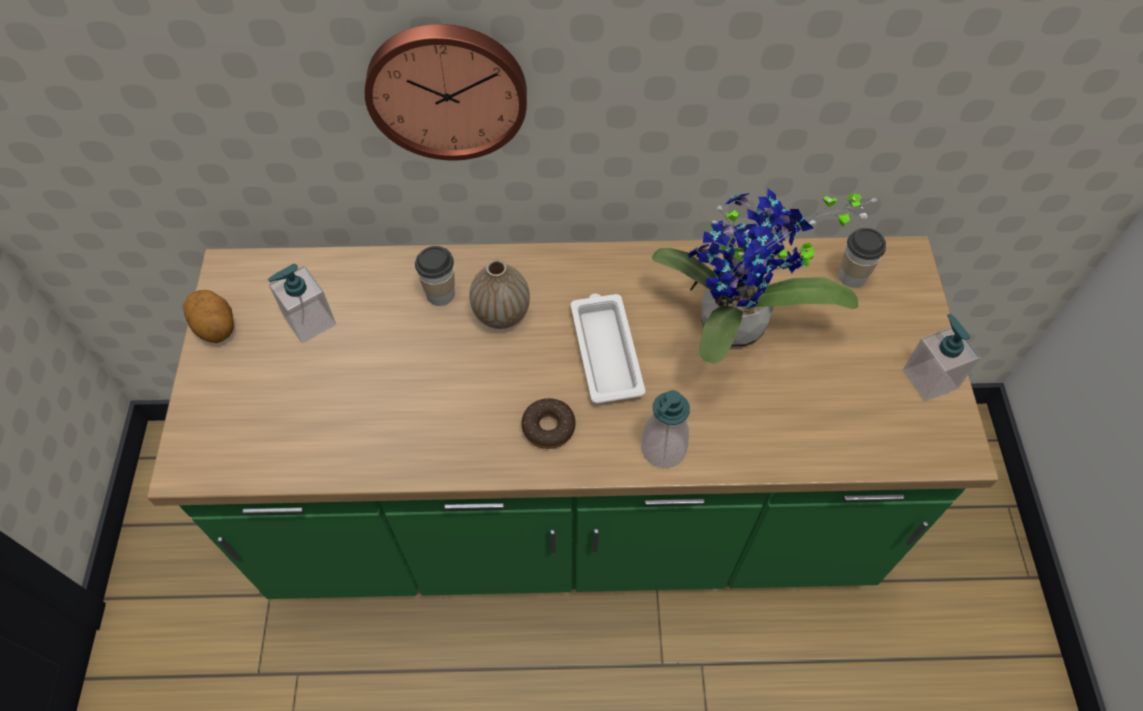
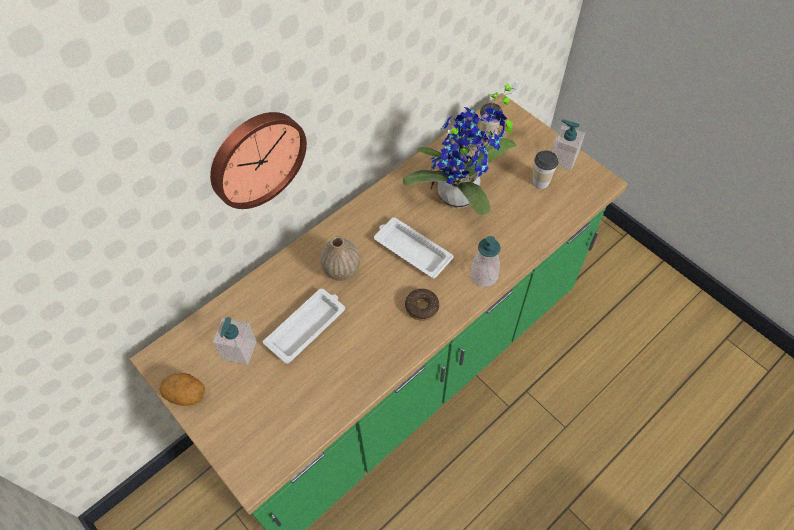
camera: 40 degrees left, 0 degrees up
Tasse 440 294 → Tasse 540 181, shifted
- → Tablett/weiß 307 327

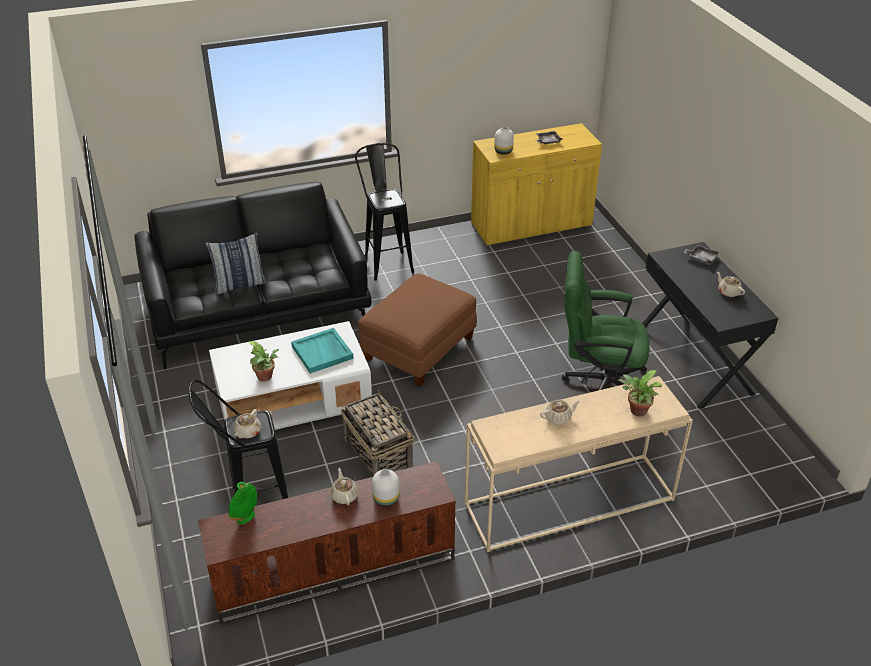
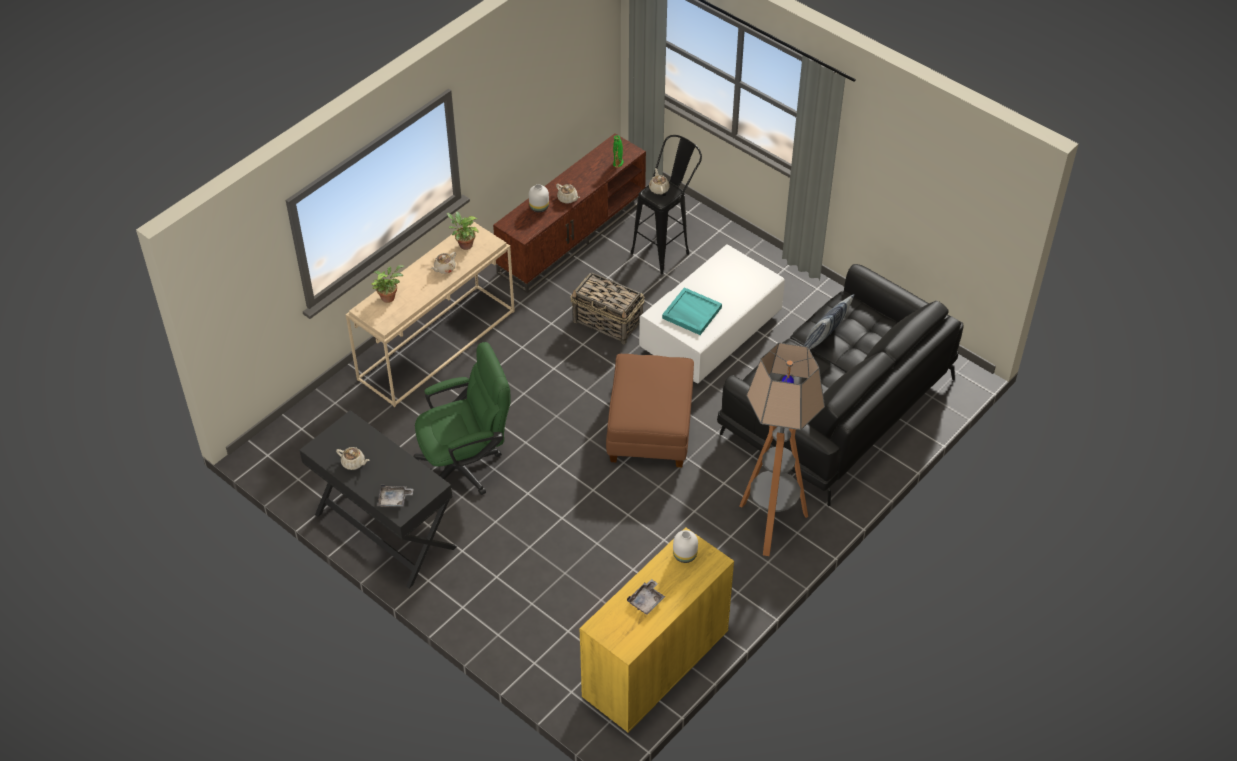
camera: 150 degrees right, 10 degrees up
Topfpflanze 266 377 → Topfpflanze 464 245, shifted
Hocker/schwarz 386 261 → Stehlampe 771 524

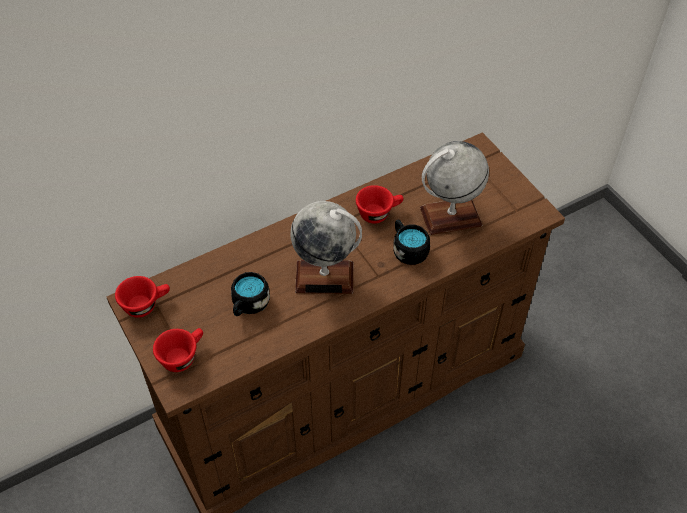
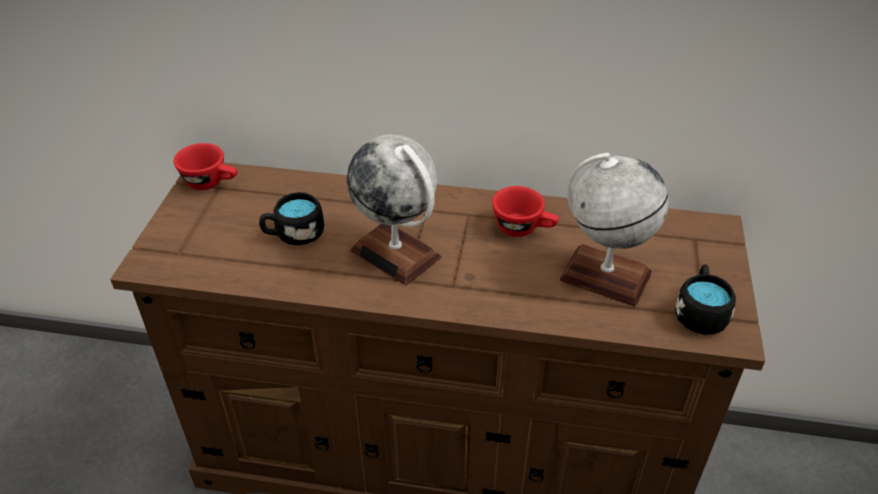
camera: 40 degrees right, 10 degrees down
Tasse/rot 182 356 → -
Henkelbecher/schwarz 408 249 → Henkelbecher/schwarz 700 312, shifted

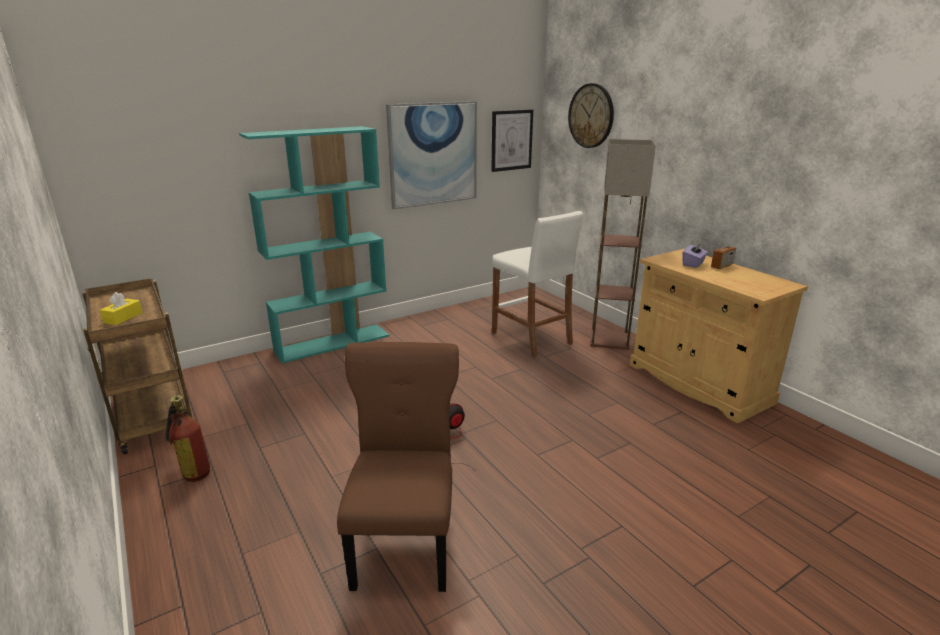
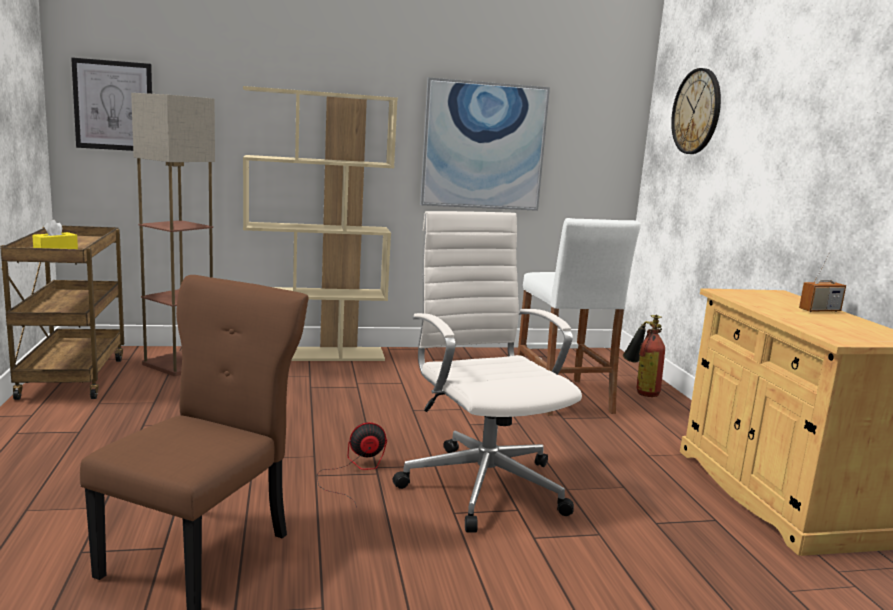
camera: 20 degrees right, 10 degrees down
Feuerlöscher 192 470 → Feuerlöscher 640 390, shifted
Bücherregal/türkis 333 343 → Bücherregal/beige 315 354
Bild 511 140 → Bild 114 105, shifted
Stehlampe 610 339 → Stehlampe 180 364, shifted
Taschentuchbox/lila 693 264 → -
- → Bürostuhl/weiß 482 483

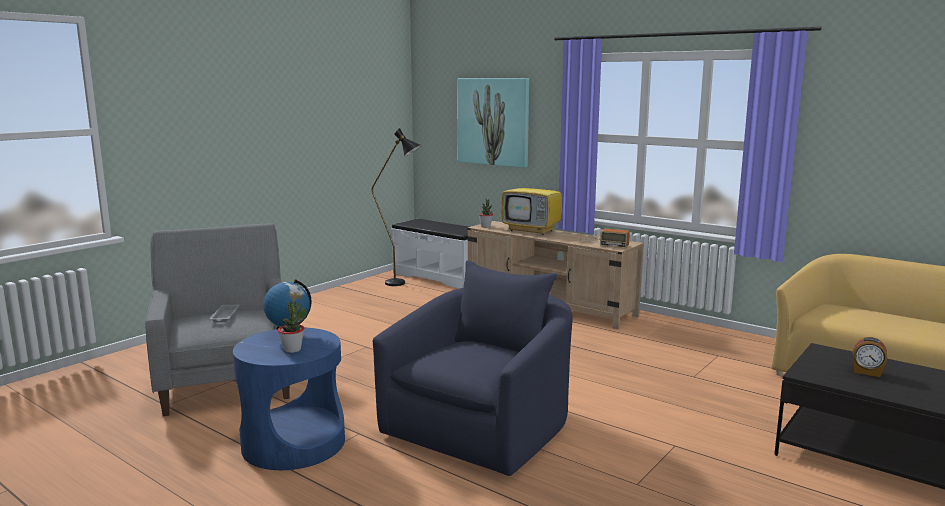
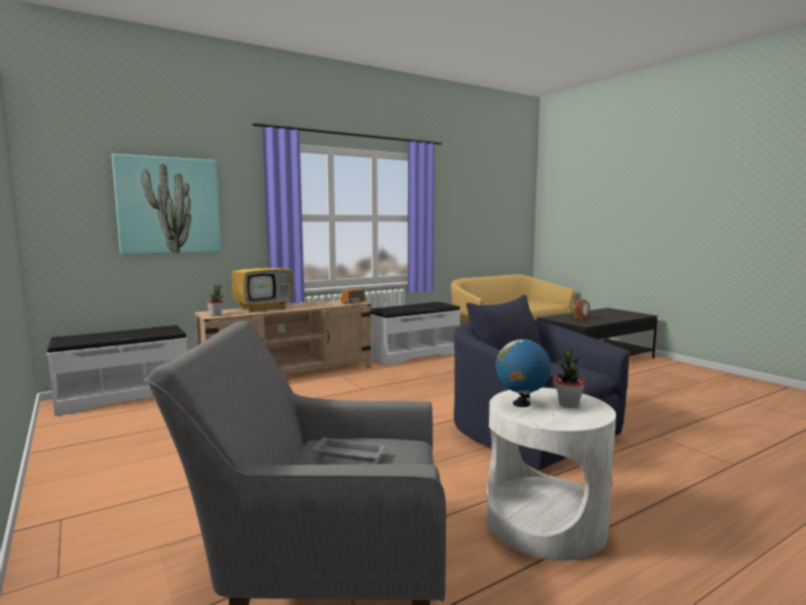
camera: 70 degrees left, 5 degrees down
Beistelltisch/blau 294 443 → Beistelltisch/weiß 545 522
Stehlampe/schwarz 402 284 → -
- → Bank/weiß 413 354

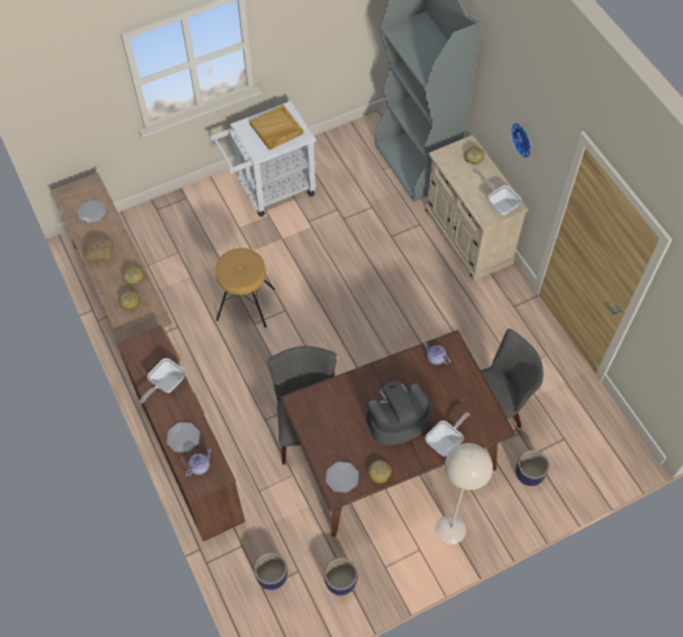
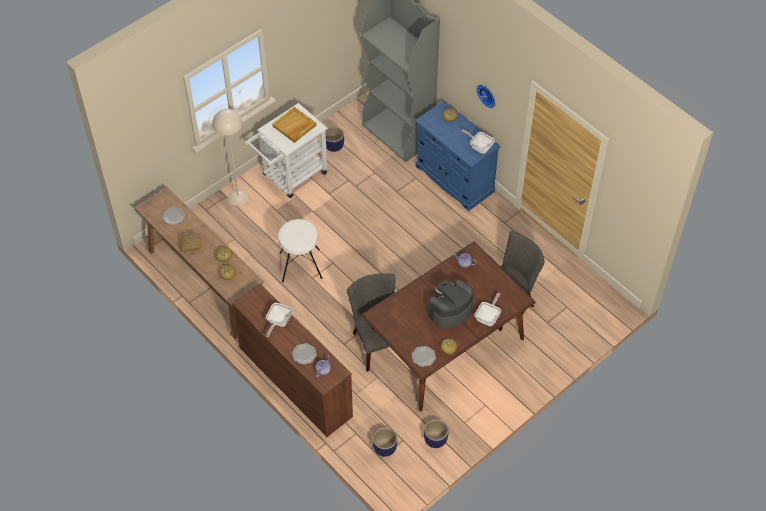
camera: 15 degrees left, 5 degrees down
Hocker/braun 245 304 → Hocker/weiß 300 265
Schrank/beige 467 236 → Schrank/blau 454 179
Stehlampe/beige 450 529 → Stehlampe/beige 238 197, shifted
Pflanzkübel 528 474 → Pflanzkübel 333 146, shifted

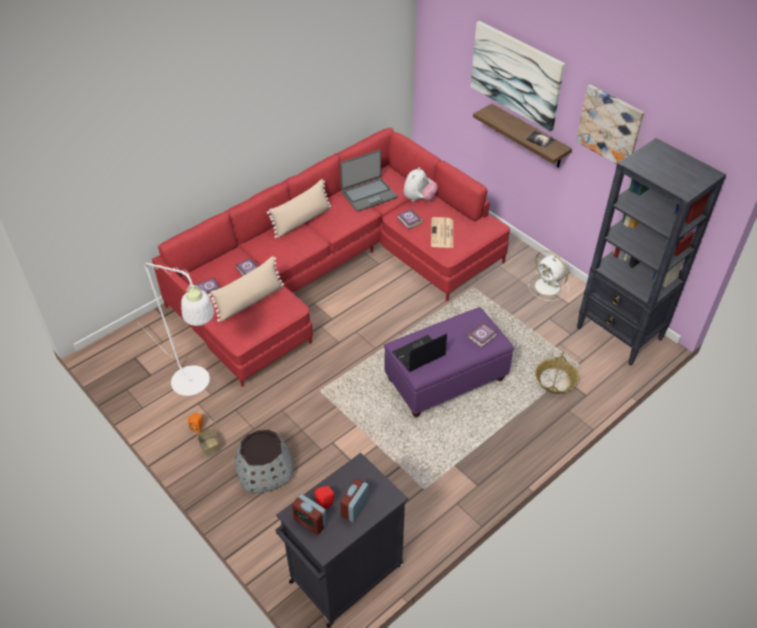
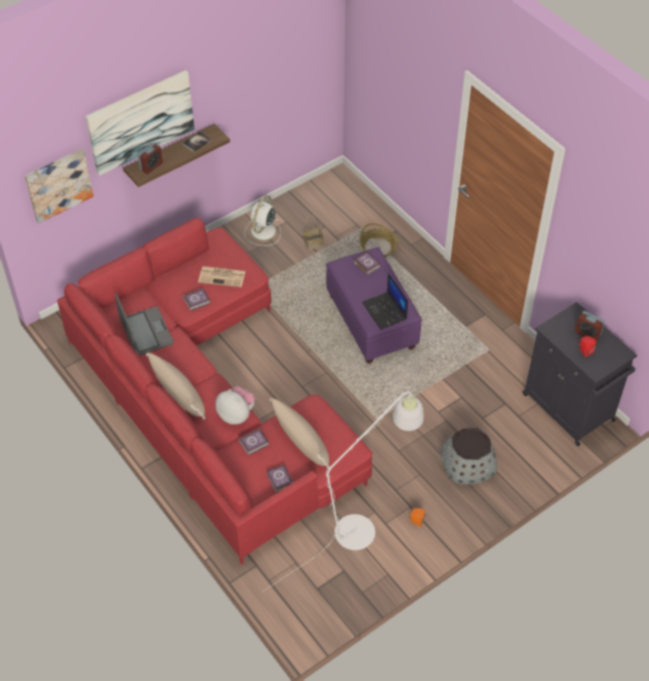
camera: 85 degrees left, 5 degrees up
Korb 211 448 → Korb 314 243, shifted
Wecker 310 522 → Wecker 151 166, shifted
Plüschtier 419 199 → Plüschtier 236 414, shifted
Ventilator/weiß 548 287 → Ventilator/weiß 262 232, 150 degrees clockwise
Bild 610 126 → Bild 58 185, shifted
Bücherregal/schwarz 619 334 → -

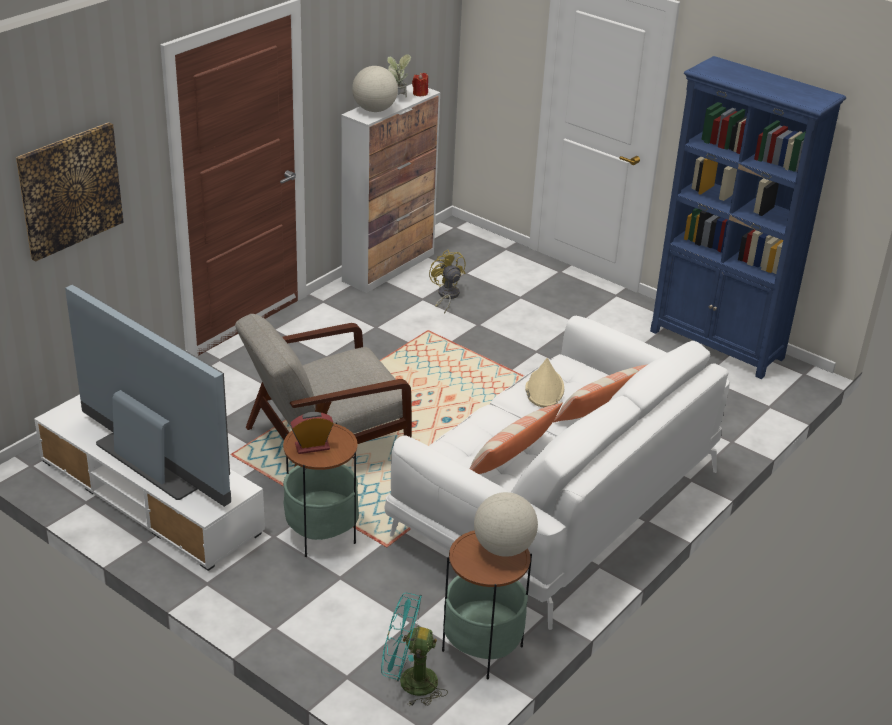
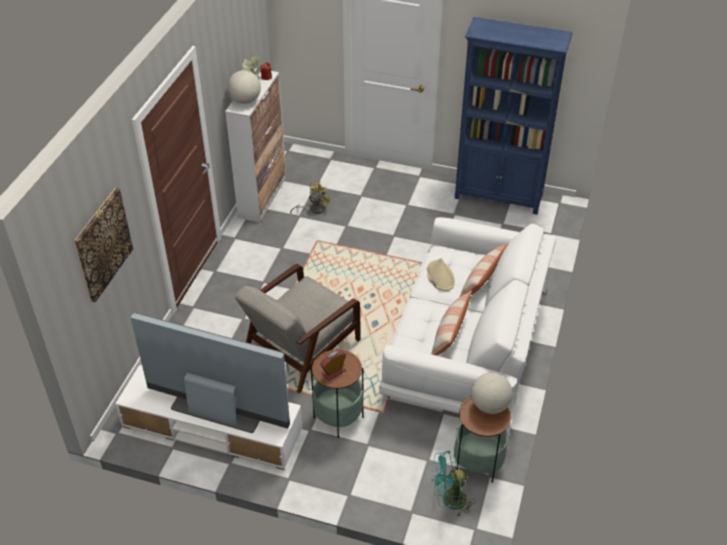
camera: 20 degrees left, 10 degrees up
Ventilator/gelb 446 296 → Ventilator/gelb 313 209, 90 degrees clockwise

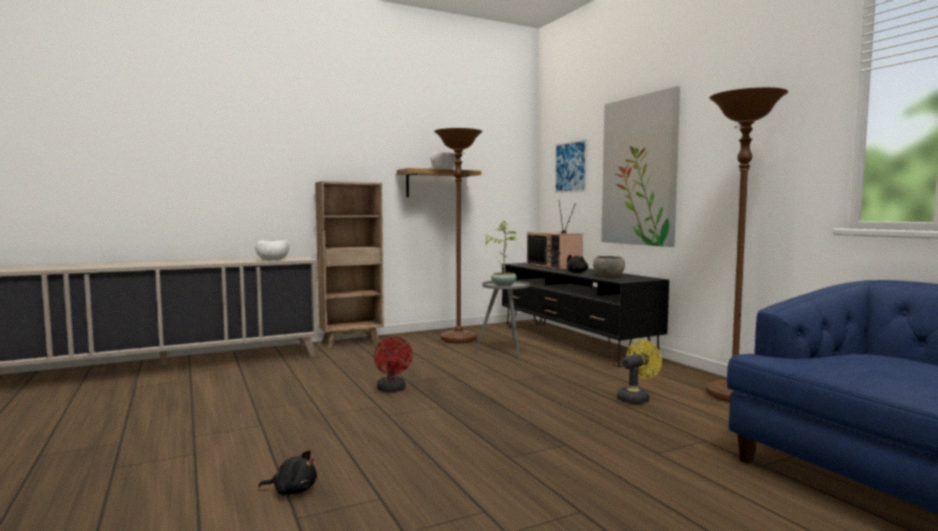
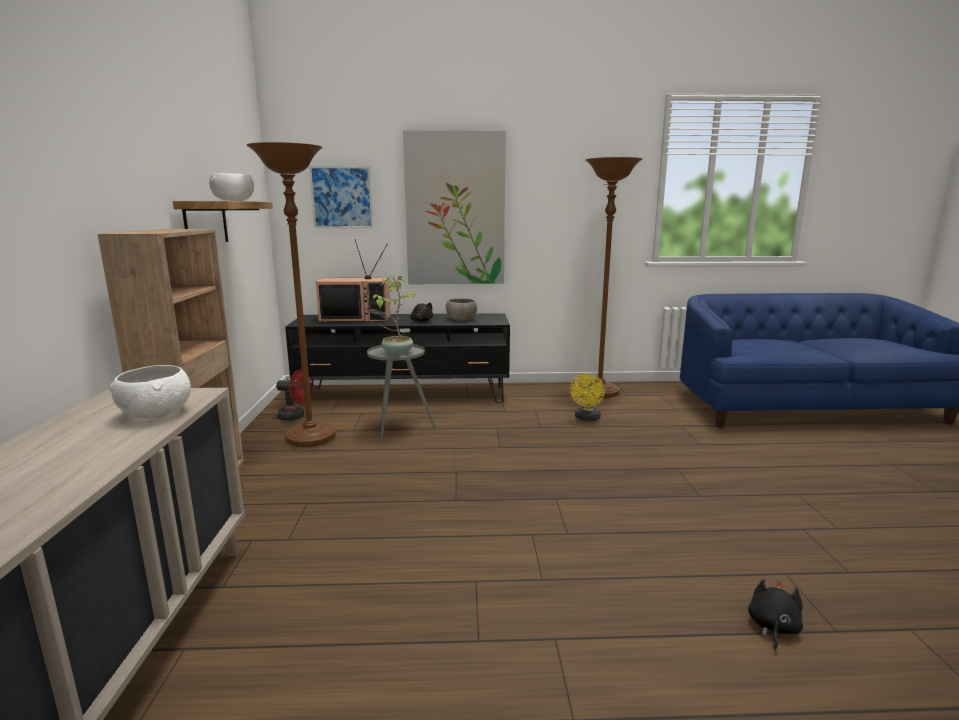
camera: 65 degrees left, 10 degrees up
Ventilator/rot 392 390 → Ventilator/rot 295 416, shifted
Ventilator/gelb 636 398 → Ventilator/gelb 587 418, 150 degrees counterclockwise

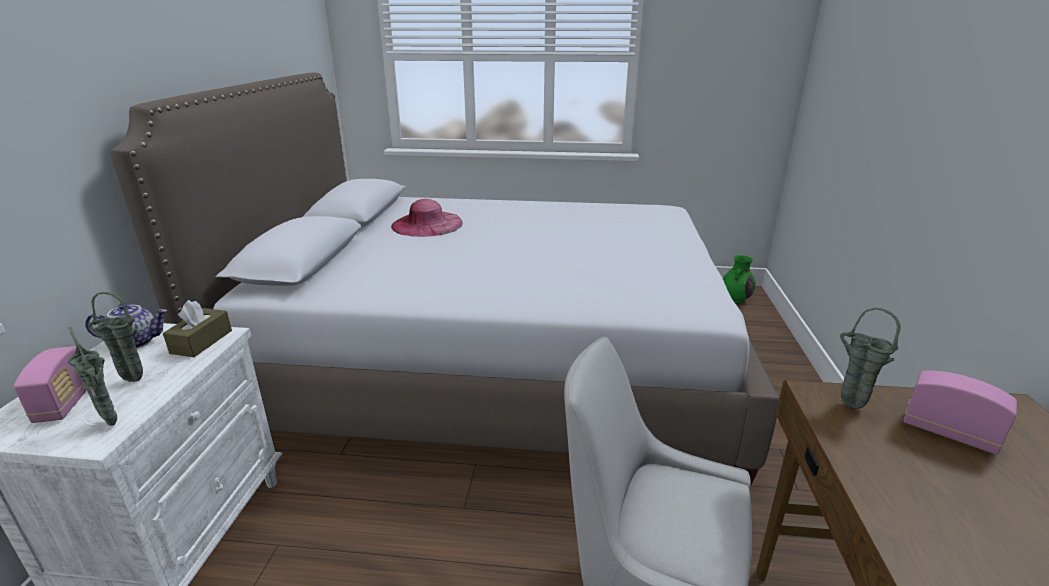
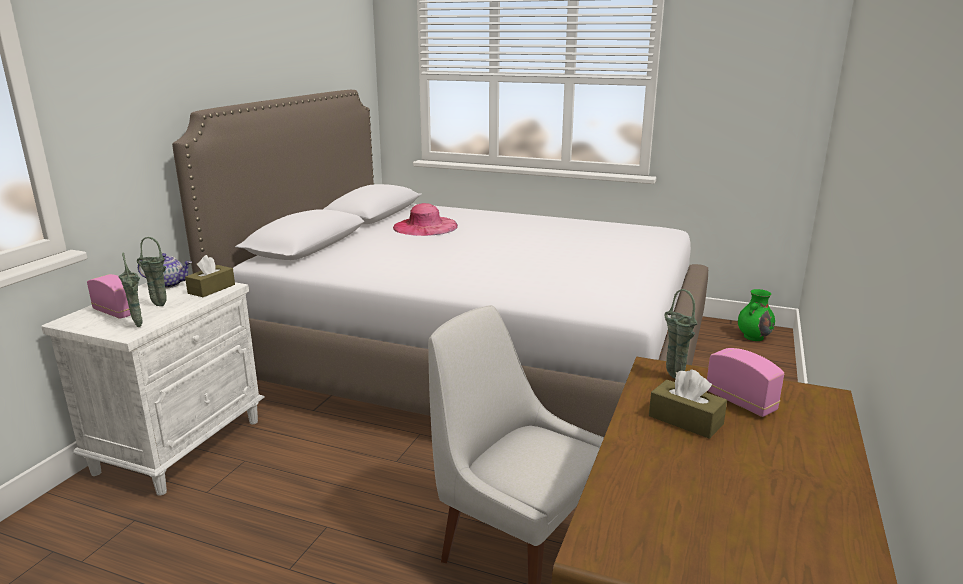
camera: 15 degrees right, 5 degrees down
Radio 66 402 → Radio 115 312, 60 degrees counterclockwise
- → Taschentuchbox/braun 685 420

